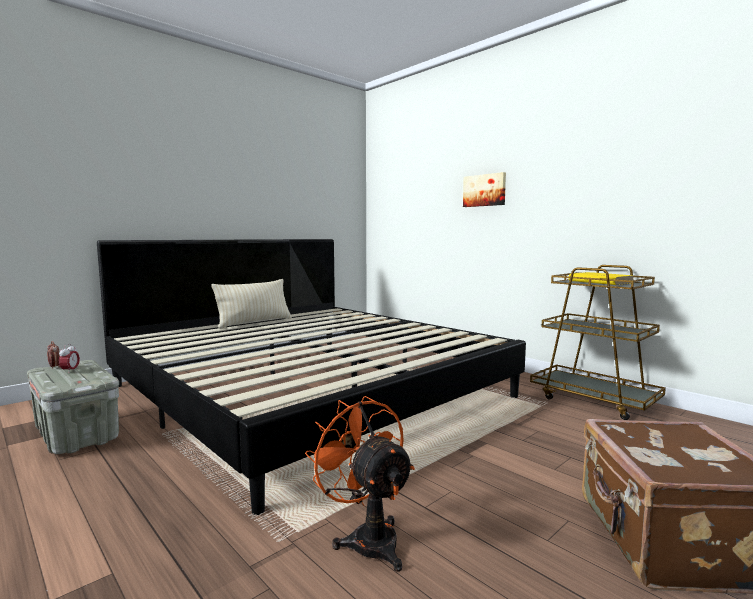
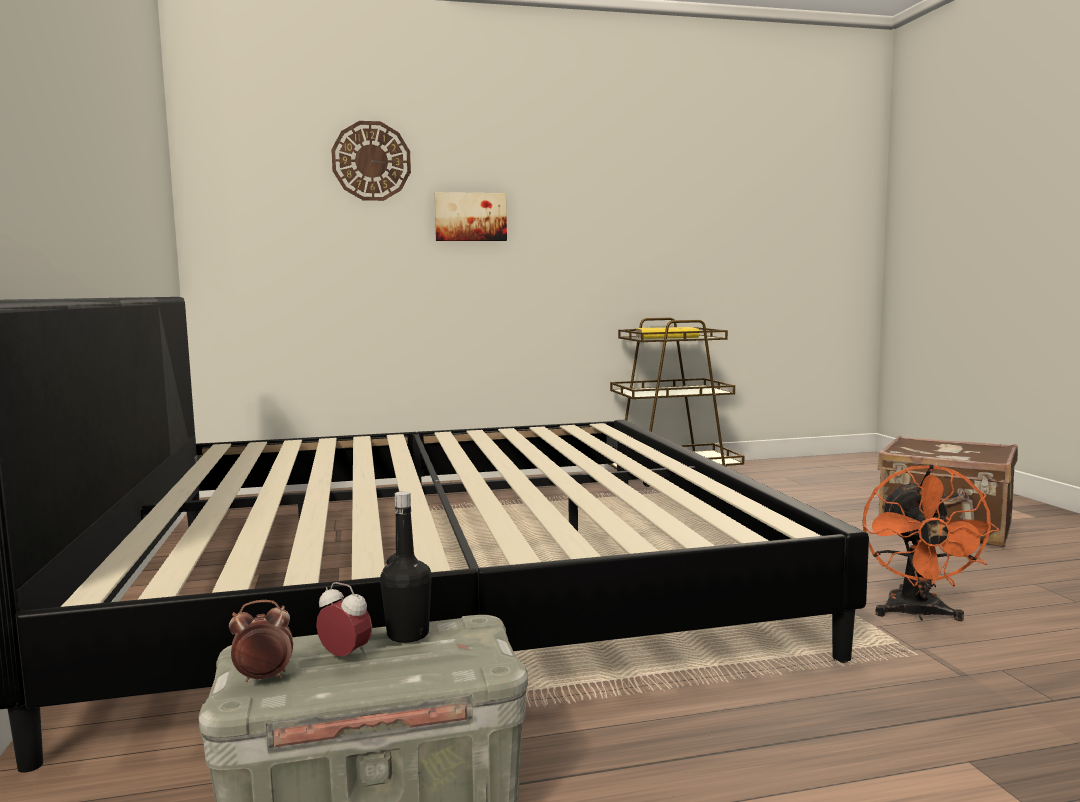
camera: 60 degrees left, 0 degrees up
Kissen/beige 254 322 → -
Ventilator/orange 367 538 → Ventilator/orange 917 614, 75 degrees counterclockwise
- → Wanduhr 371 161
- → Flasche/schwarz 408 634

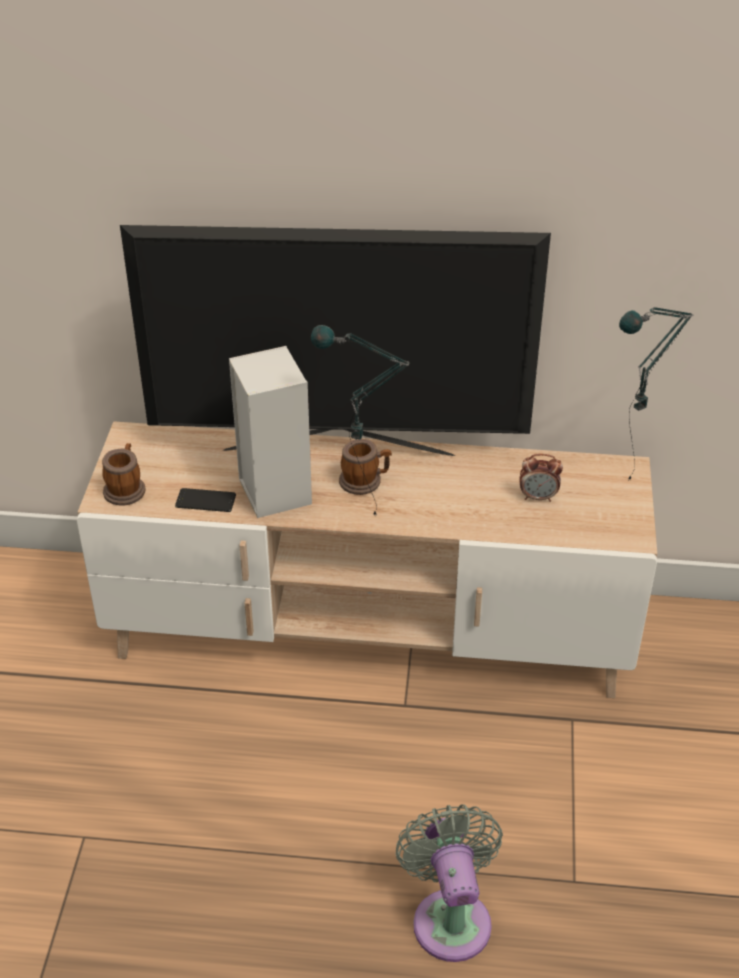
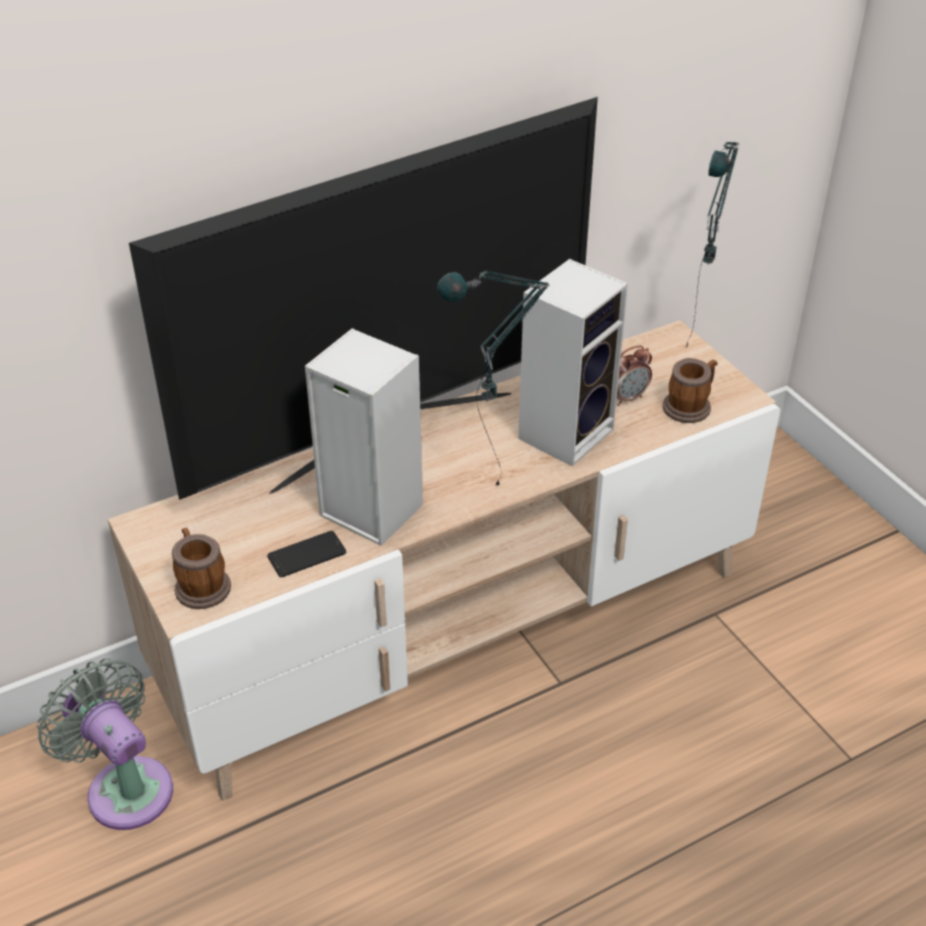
camera: 35 degrees left, 0 degrees up
Henkelbecher 365 481 → Henkelbecher 690 406, shifted
Ventilator/grau 450 917 → Ventilator/grau 125 787, shifted
- → Lautsprecher 566 431

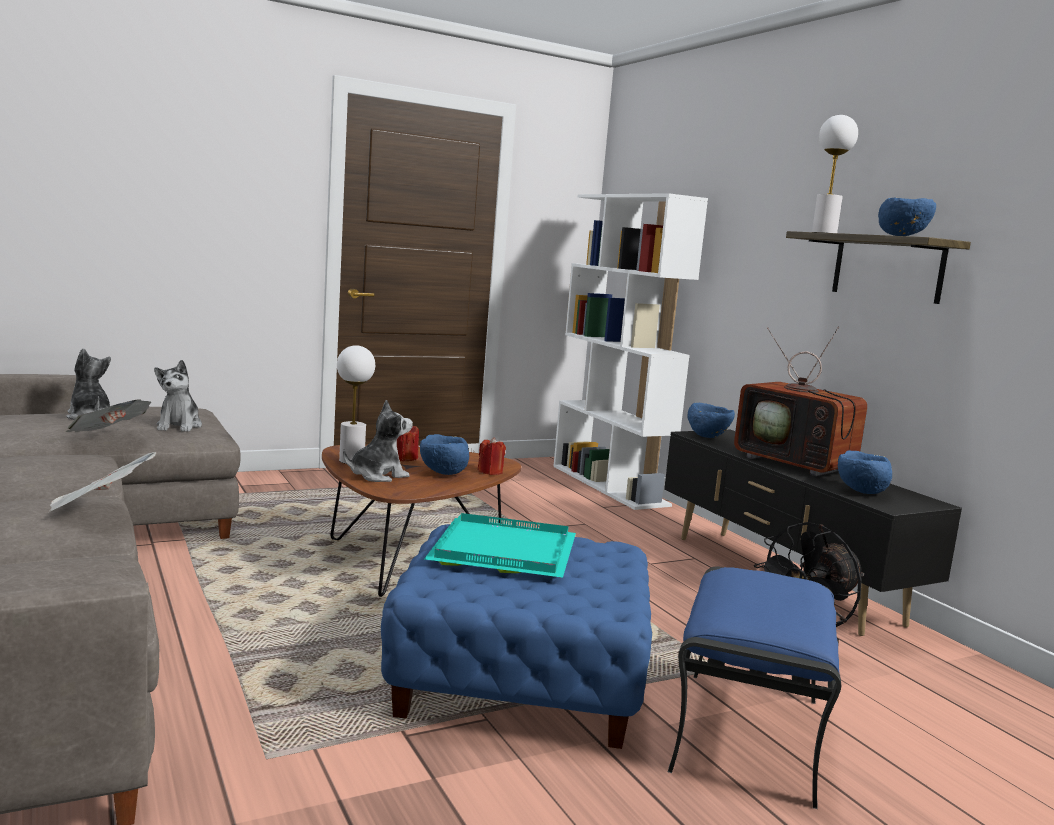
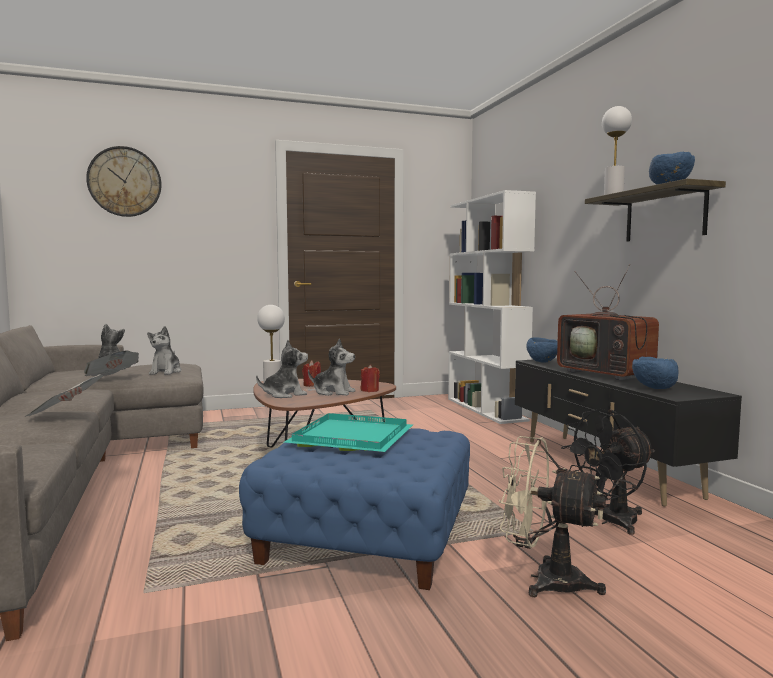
camera: 10 degrees right, 5 degrees down
Schüssel/blau 443 473 → Plüschtier 333 392
Polsterhocker/blau 750 733 → Ventilator/beige 545 580
- → Wanduhr 124 182

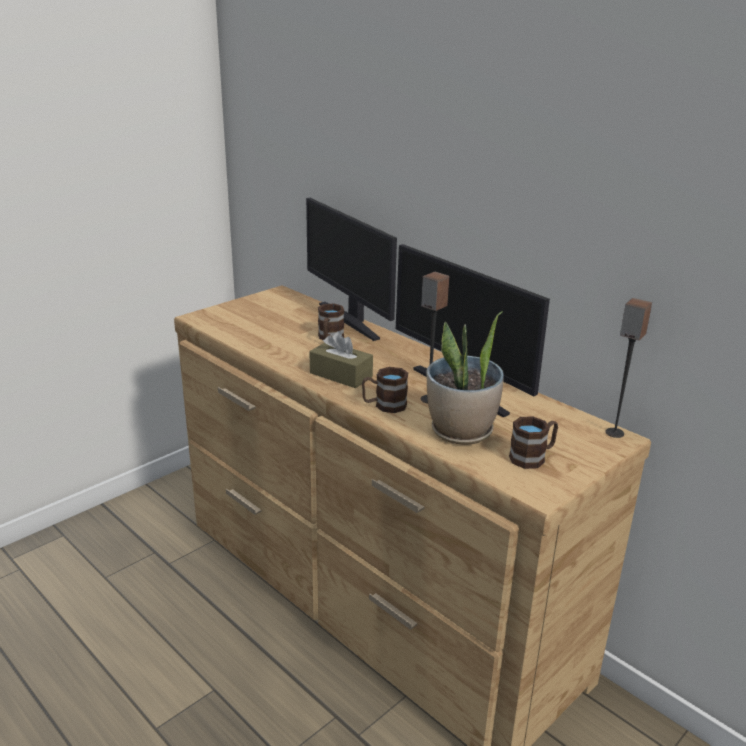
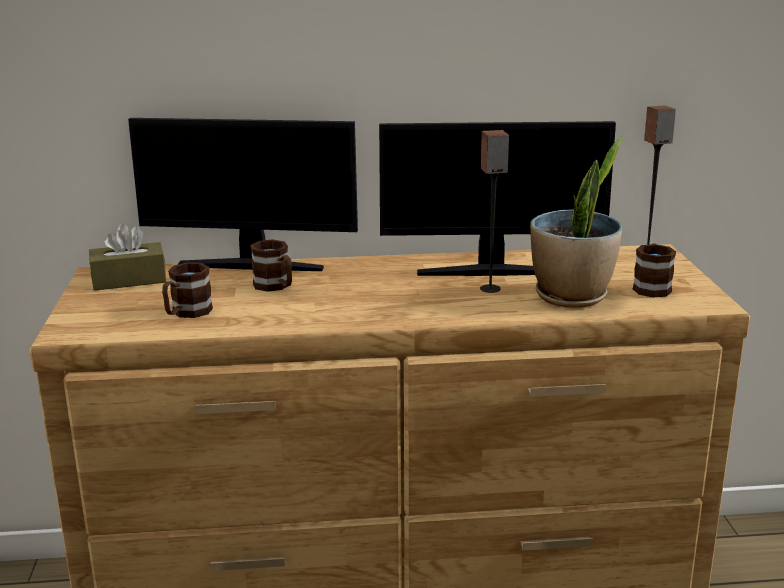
camera: 50 degrees left, 5 degrees down
Taschentuchbox/braun 341 375 → Taschentuchbox/braun 129 280, shifted
Henkelbecher/braun 384 405 → Henkelbecher/braun 186 313, shifted

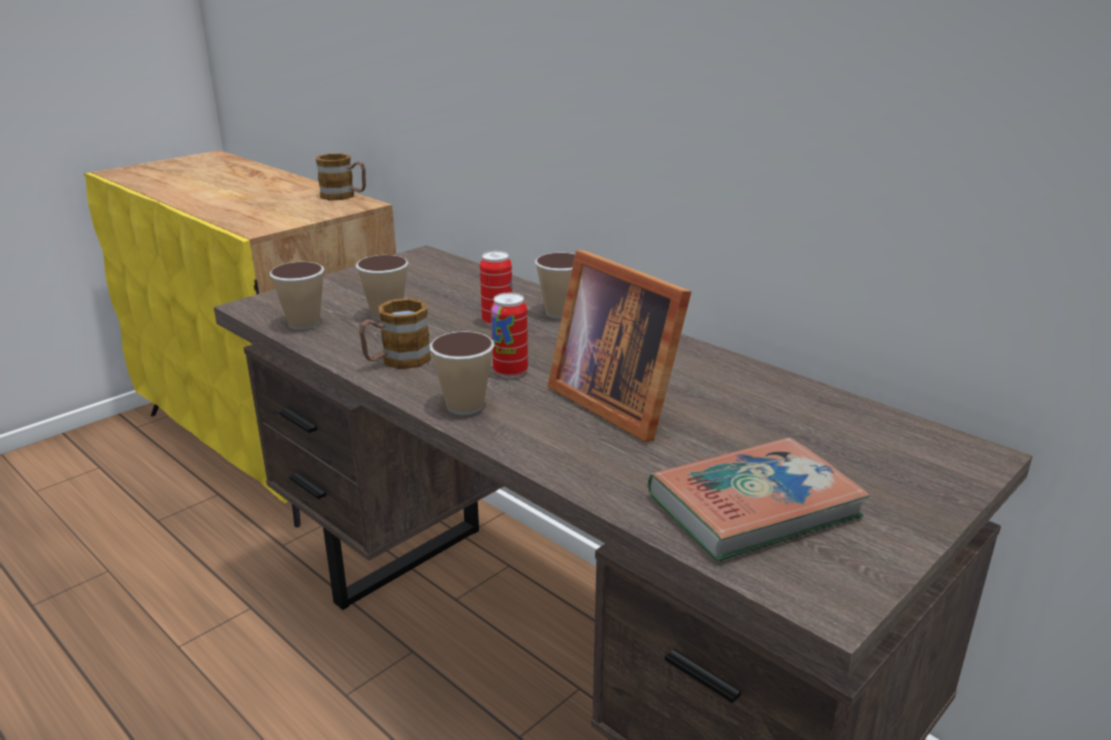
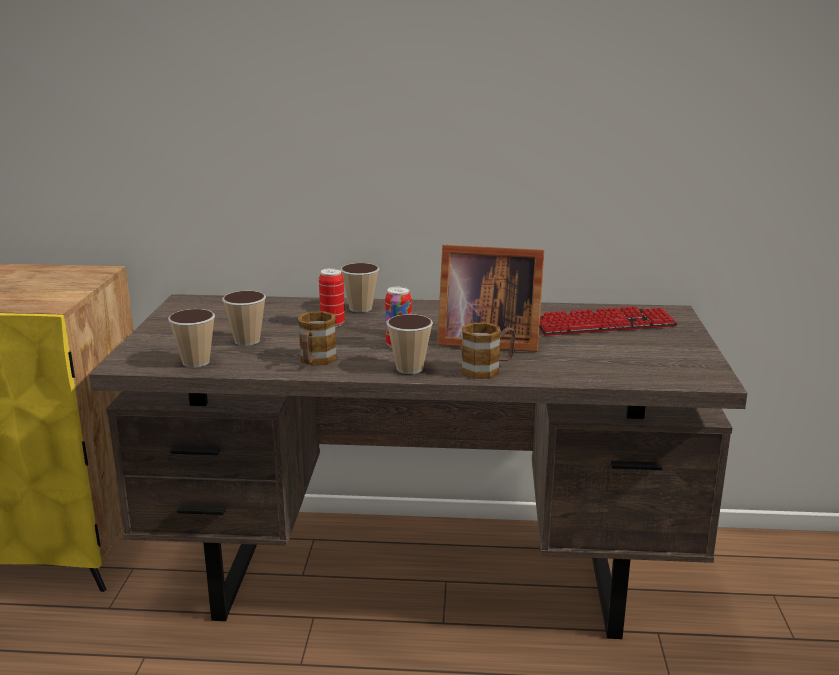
camera: 40 degrees left, 5 degrees down
Henkelbecher 344 196 → Henkelbecher 488 369, shifted
Buch 754 506 → -
- → Tastatur 604 324

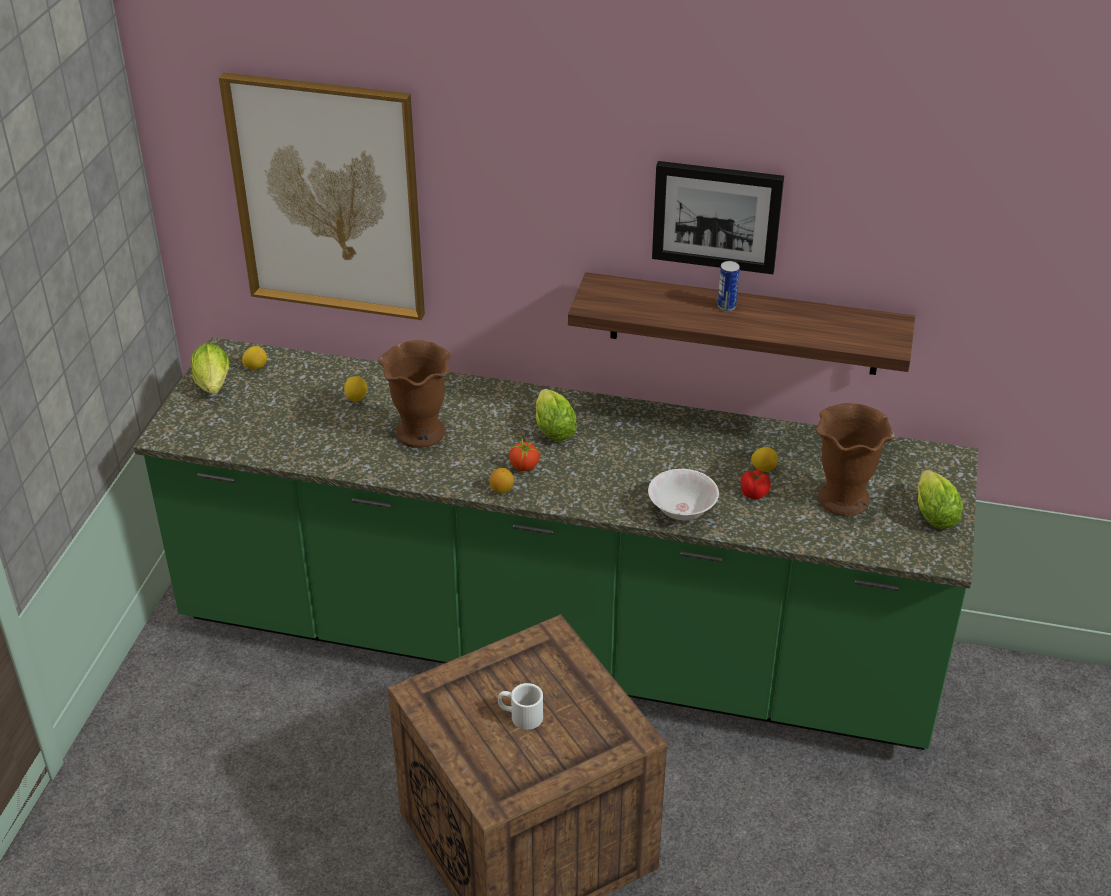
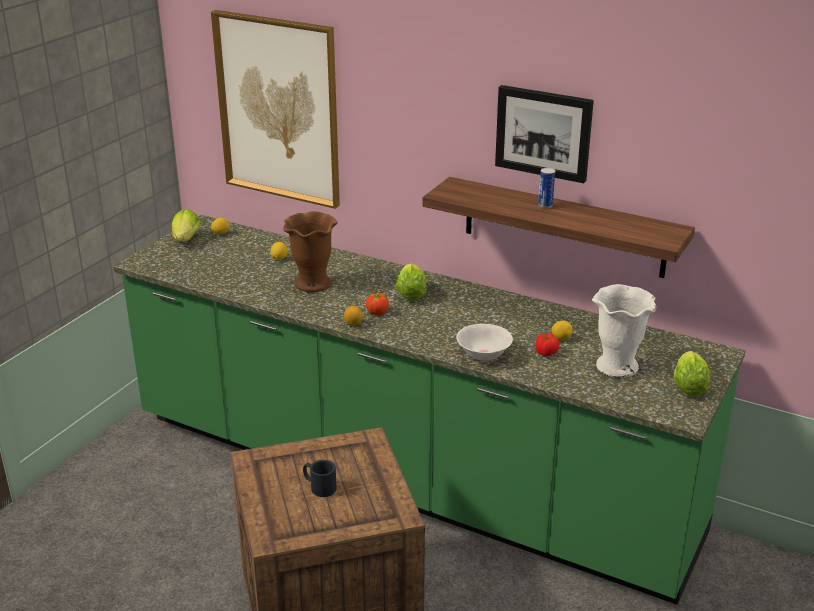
camera: 15 degrees right, 10 degrees down
Henkelbecher/weiß 520 716 → Henkelbecher/schwarz 319 486
Vase/braun 844 499 → Vase/weiß 617 366

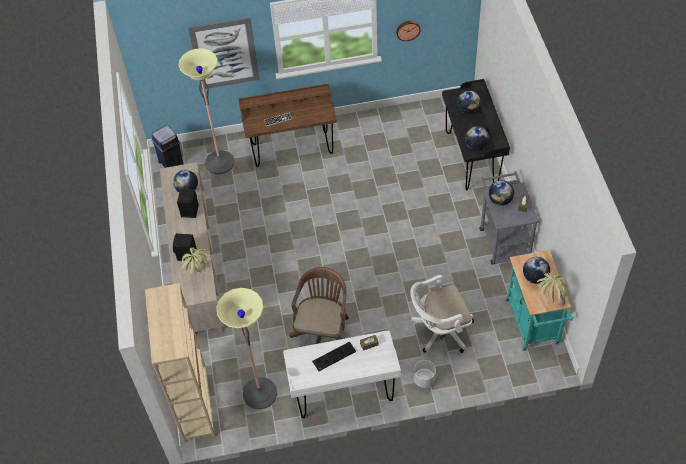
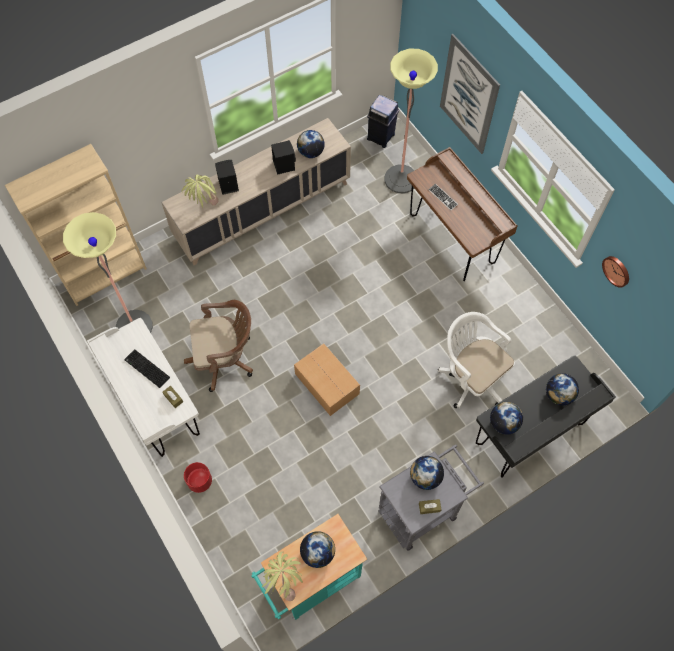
camera: 65 degrees right, 10 degrees up
Bürostuhl/weiß 439 331 → Bürostuhl/weiß 470 377, shifted
Pflanzkübel/weiß 424 379 → Pflanzkübel/rot 200 481
- → Karton 327 384

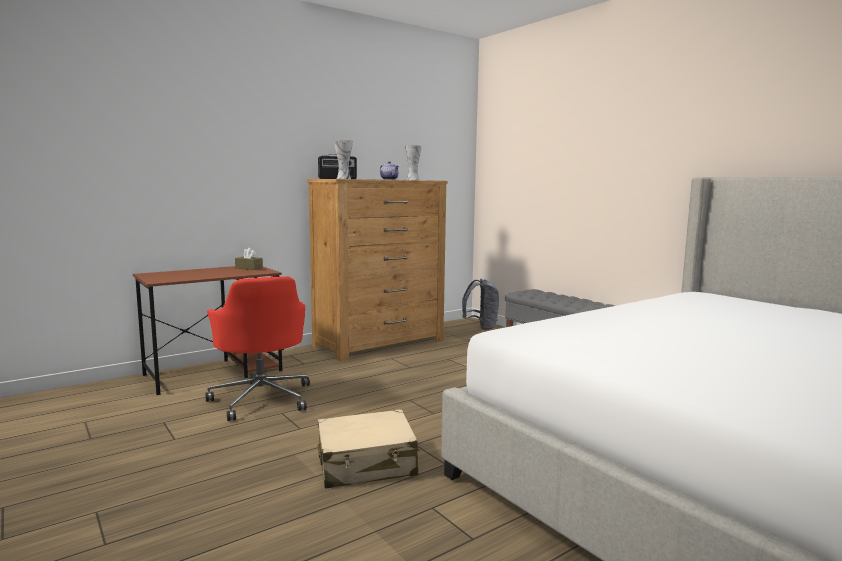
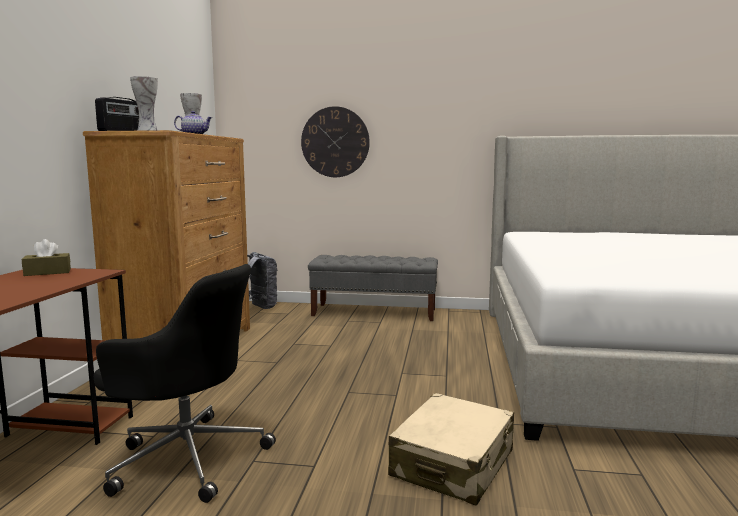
camera: 45 degrees left, 0 degrees up
Bürostuhl/rot 262 398 → Bürostuhl/schwarz 187 457
- → Wanduhr 335 142

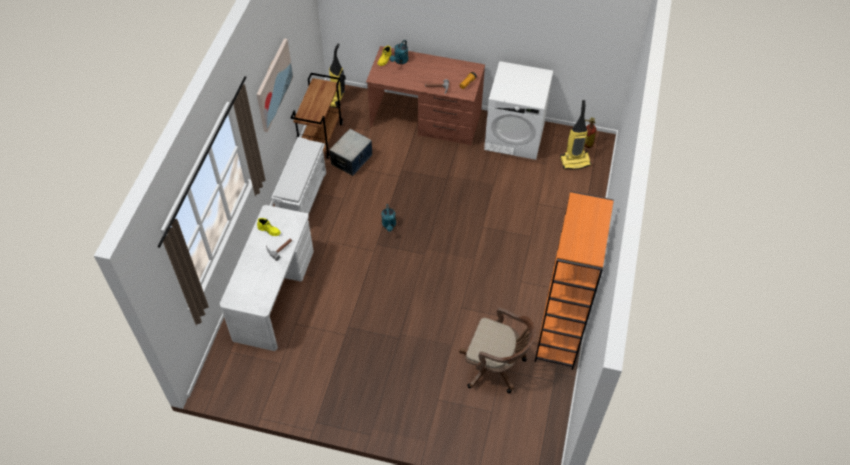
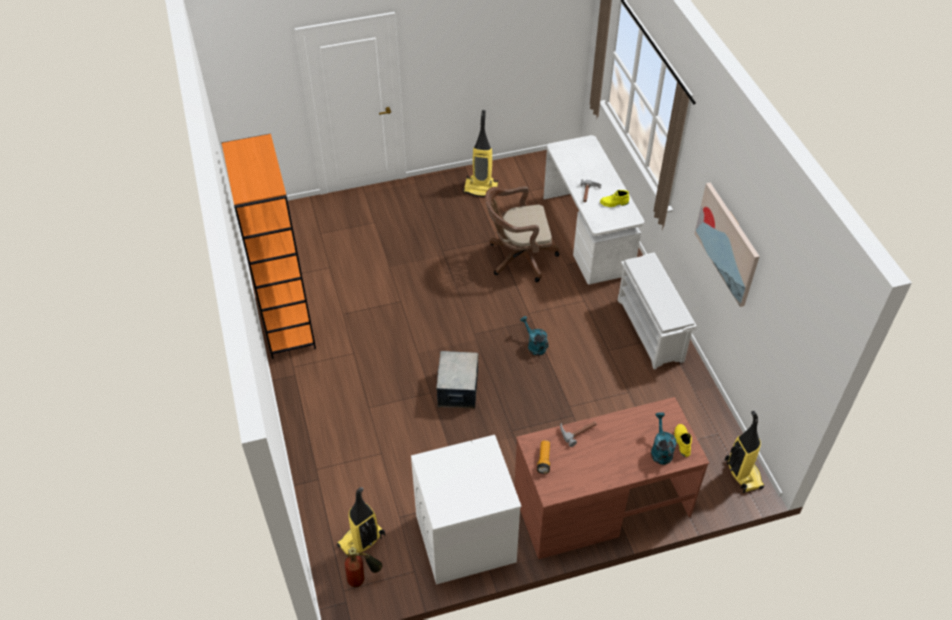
camera: 150 degrees right, 5 degrees down
Rollwagen/braun 321 137 → -
Aufbewahrungsbox 352 160 → Aufbewahrungsbox 457 389, shifted
Bürostuhl/braun 495 366 → Bürostuhl/braun 518 258, shifted
- → Staubsauger 481 188

